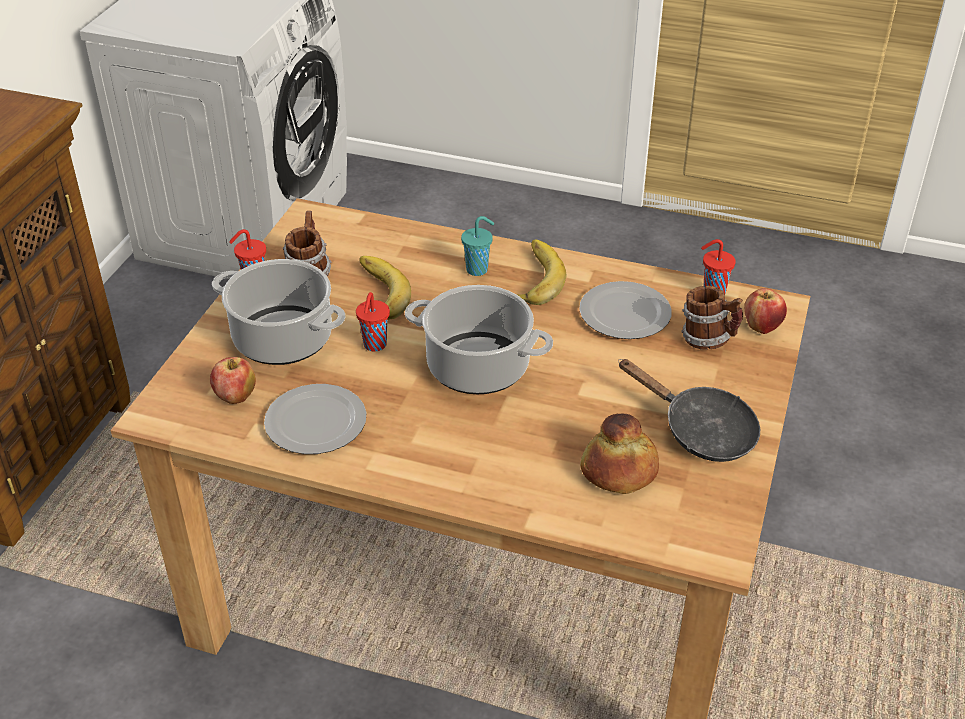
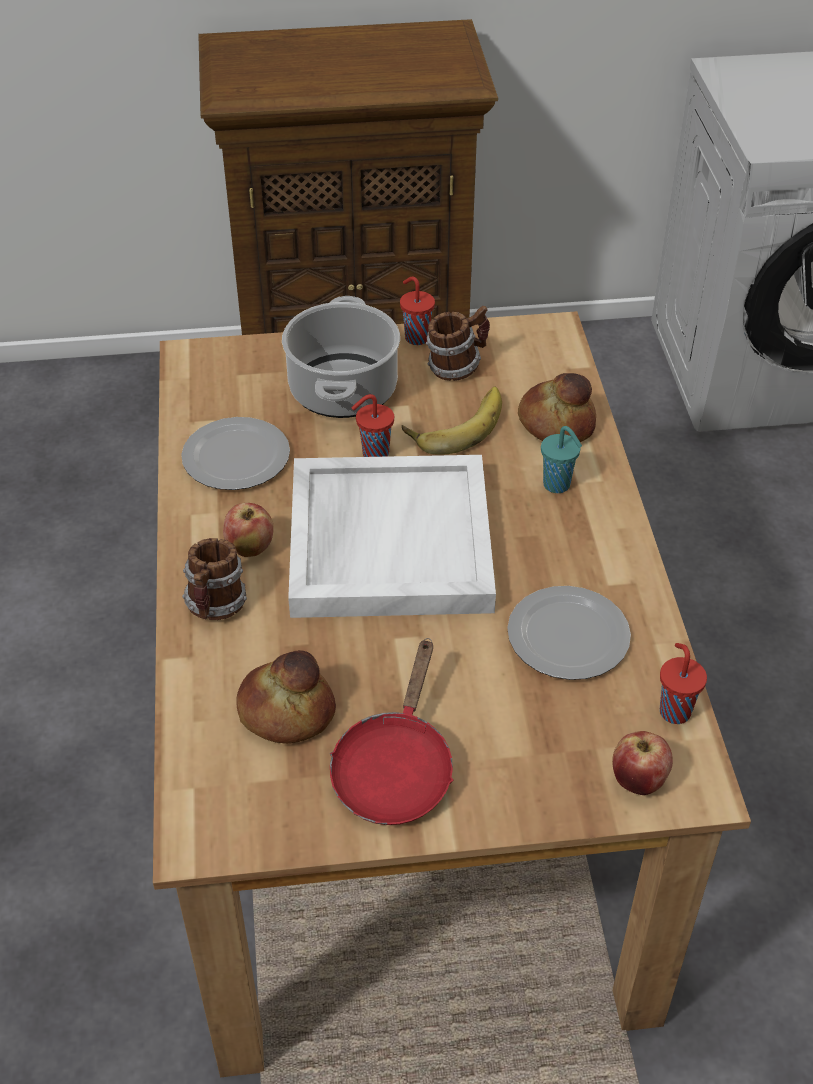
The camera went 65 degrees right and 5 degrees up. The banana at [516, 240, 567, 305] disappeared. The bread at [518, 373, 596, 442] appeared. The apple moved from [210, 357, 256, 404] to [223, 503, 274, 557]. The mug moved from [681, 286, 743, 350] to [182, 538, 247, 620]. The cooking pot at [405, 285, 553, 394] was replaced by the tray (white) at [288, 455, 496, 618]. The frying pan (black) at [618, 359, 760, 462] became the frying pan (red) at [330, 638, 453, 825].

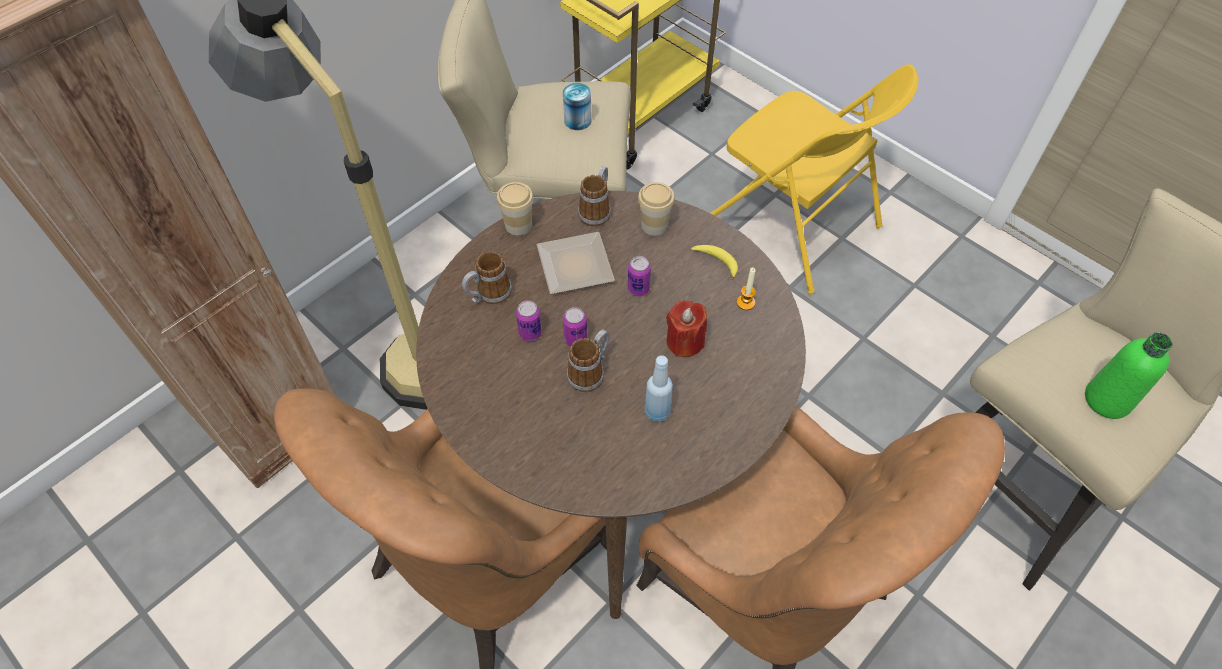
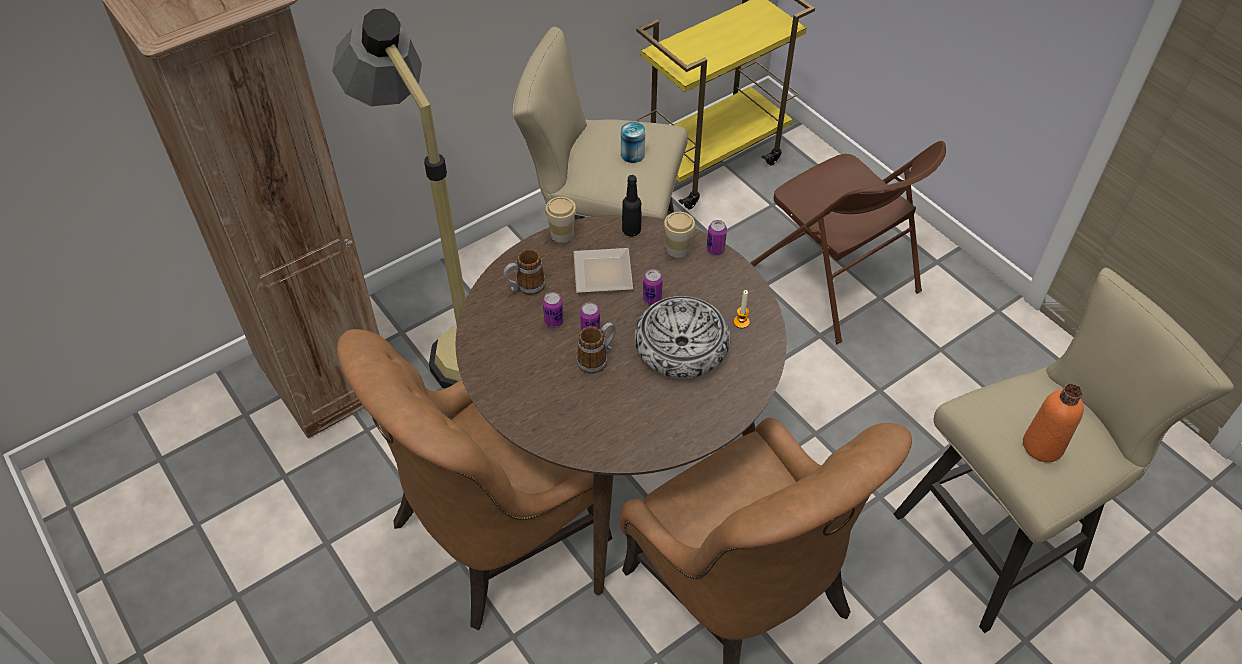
The camera went 10 degrees right and 5 degrees down. The bottle (blue) at [645, 355, 673, 422] disappeared. The banana at [691, 245, 738, 280] disappeared. The can at [707, 220, 727, 255] appeared. The mug at [578, 166, 611, 227] was replaced by the bottle (black) at [622, 175, 641, 236]. The candle (red) at [666, 300, 707, 357] was replaced by the bowl at [634, 296, 731, 379]. The chair (yellow) at [711, 64, 918, 295] became the chair (brown) at [751, 141, 946, 345]. The bottle (green) at [1085, 332, 1172, 419] became the bottle (orange) at [1023, 384, 1084, 462].

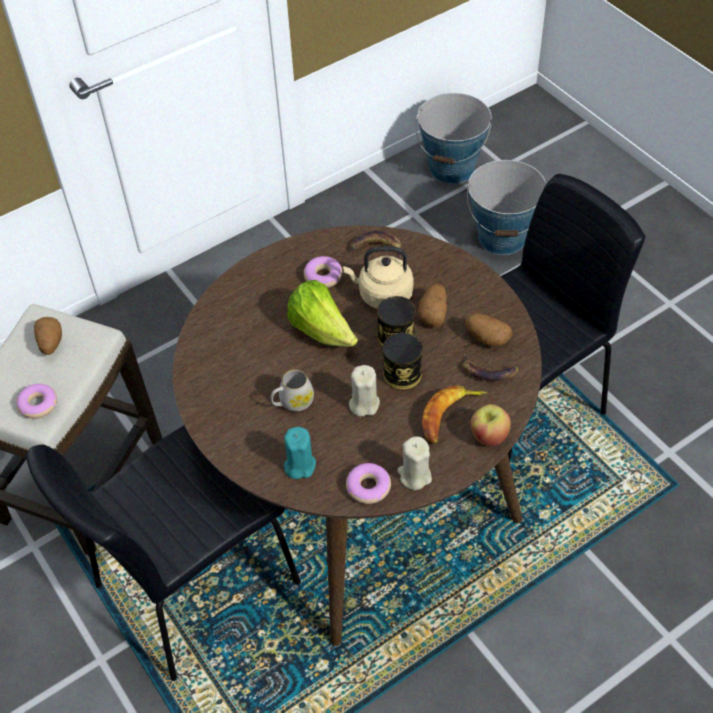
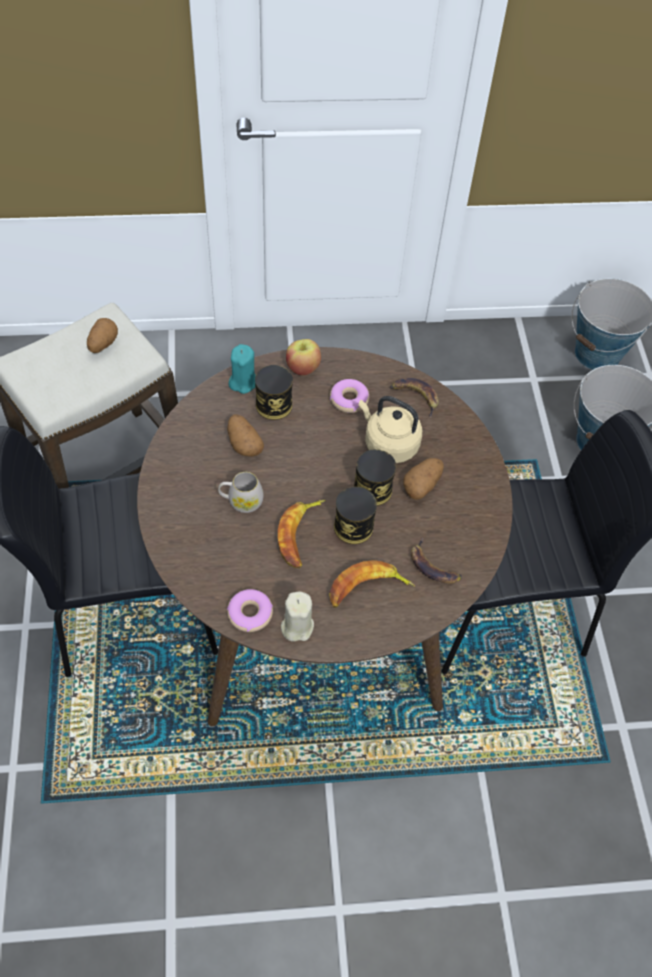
The camera went 25 degrees right and 5 degrees up. The donut at [17, 384, 57, 419] disappeared. The lettuce at [287, 280, 358, 347] disappeared. The can at [255, 365, 293, 420] appeared. The candle (turquoise) moved from [284, 427, 316, 479] to [228, 344, 256, 394]. The potato moved from [465, 313, 512, 347] to [227, 415, 264, 457]. The apple moved from [471, 404, 511, 446] to [286, 339, 321, 376]. The candle (beige) at [349, 365, 380, 416] was replaced by the banana at [278, 500, 326, 568].

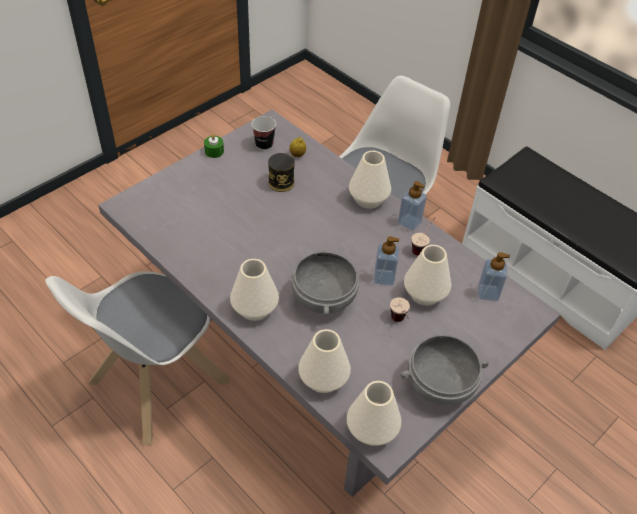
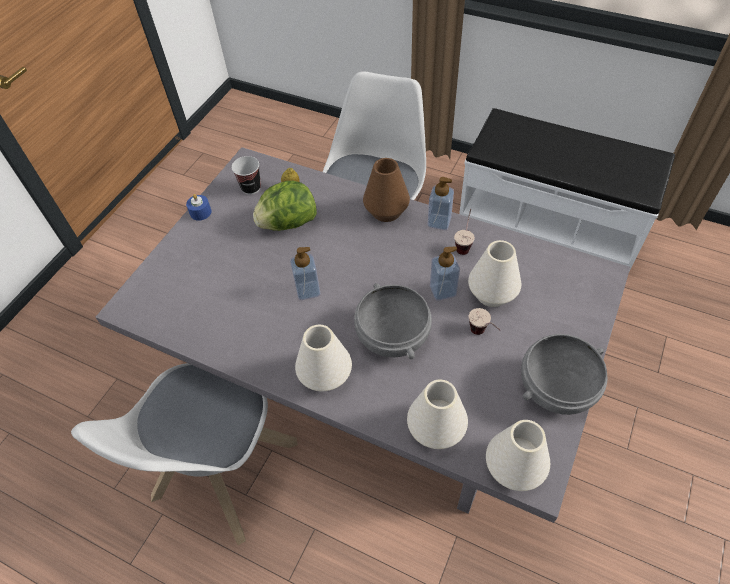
The camera went 15 degrees left and 5 degrees up. The soap dispenser moved from [478, 252, 510, 301] to [290, 247, 320, 300]. The can at [268, 153, 295, 192] was replaced by the lettuce at [253, 181, 317, 231]. The candle (green) at [204, 134, 224, 158] became the candle (blue) at [186, 194, 212, 221]. The vase (white) at [349, 151, 391, 209] became the vase (brown) at [363, 158, 410, 222].

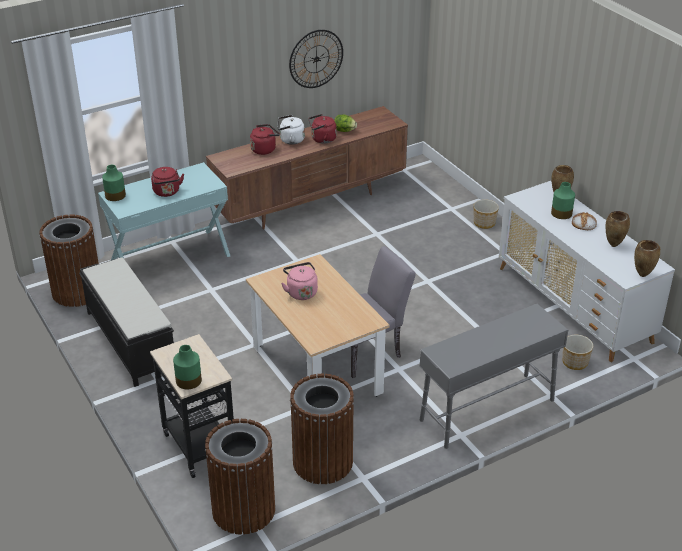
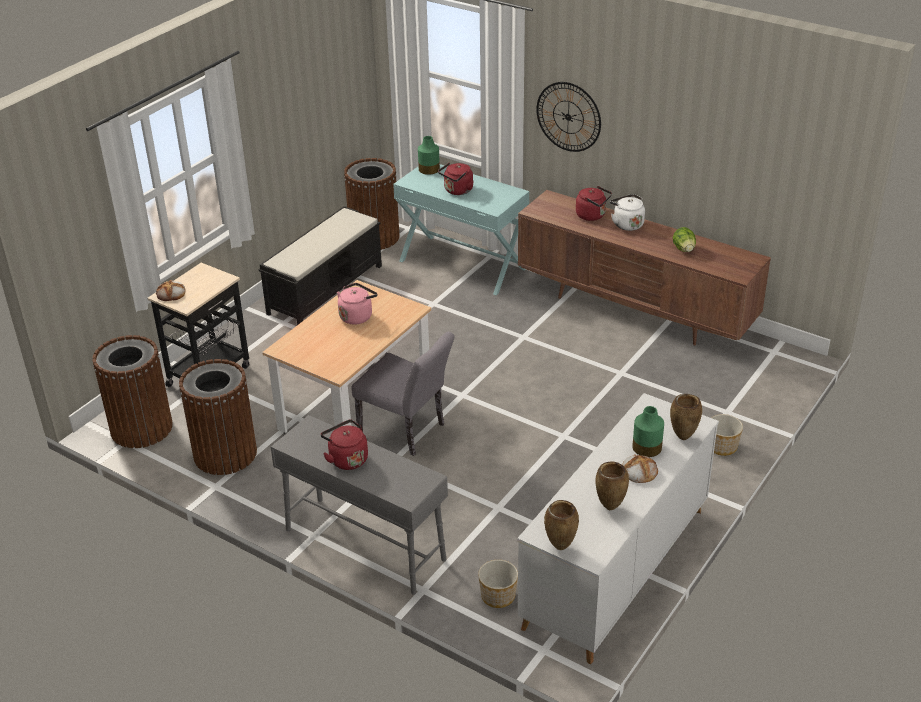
The camera went 65 degrees right and 0 degrees up. The wall clock moved from [289, 30, 343, 88] to [536, 82, 601, 152]. The kettle (red) moved from [308, 114, 337, 144] to [321, 419, 368, 470]. The vase (green) at [173, 345, 202, 389] was replaced by the bread at [156, 280, 185, 301].

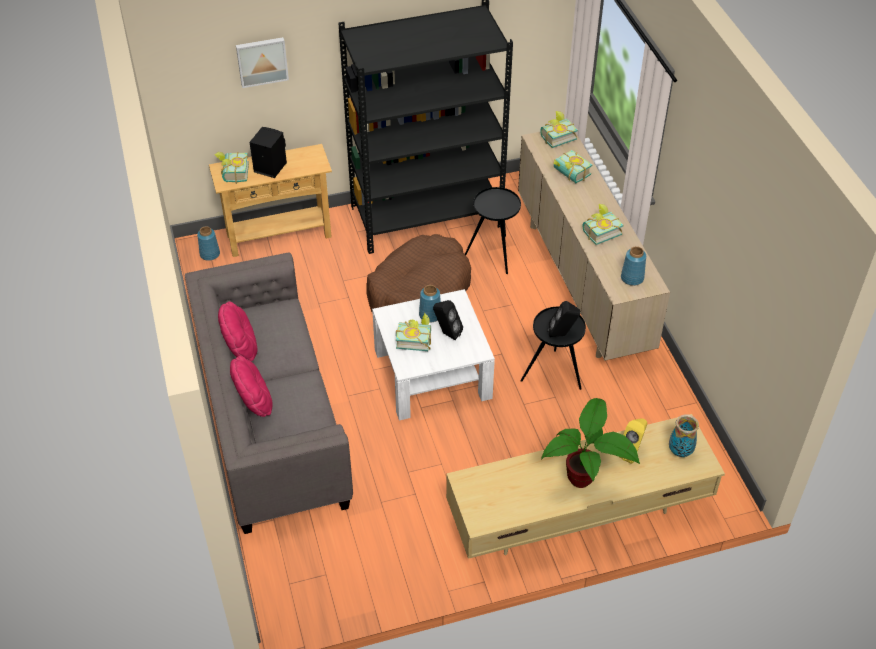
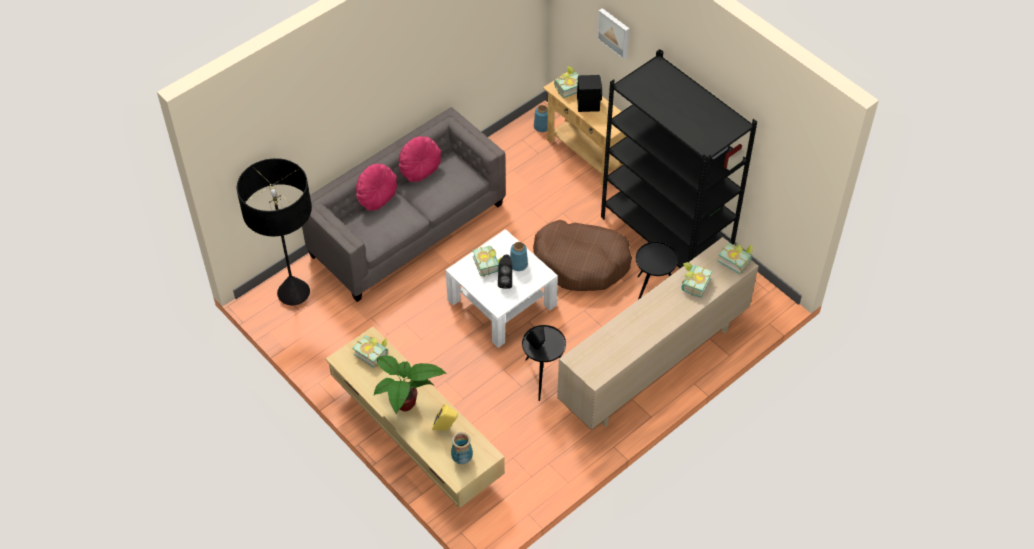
The camera went 65 degrees right and 5 degrees up. The vase (blue) at [621, 246, 646, 286] disappeared. The floor lamp (black) at [237, 158, 312, 305] appeared. The book moved from [583, 204, 624, 245] to [353, 335, 388, 368].

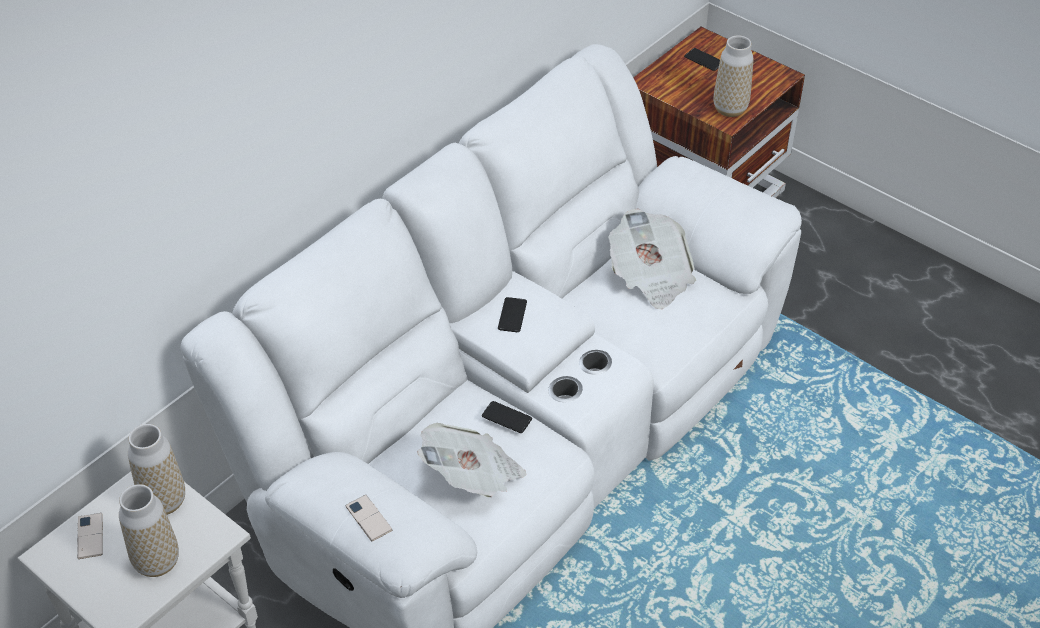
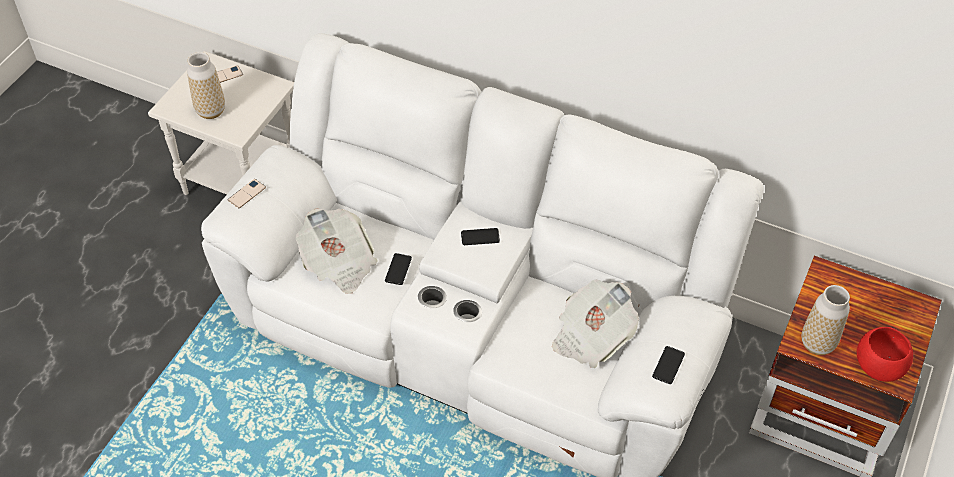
The camera went 75 degrees right and 5 degrees up. The vase at [128, 424, 185, 515] disappeared. The bowl (red) at [857, 327, 913, 382] appeared. The phone moved from [684, 48, 720, 71] to [652, 346, 685, 384].

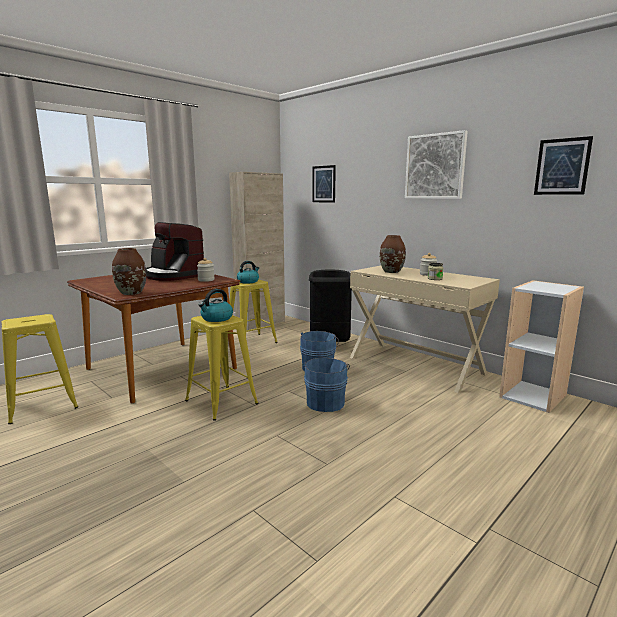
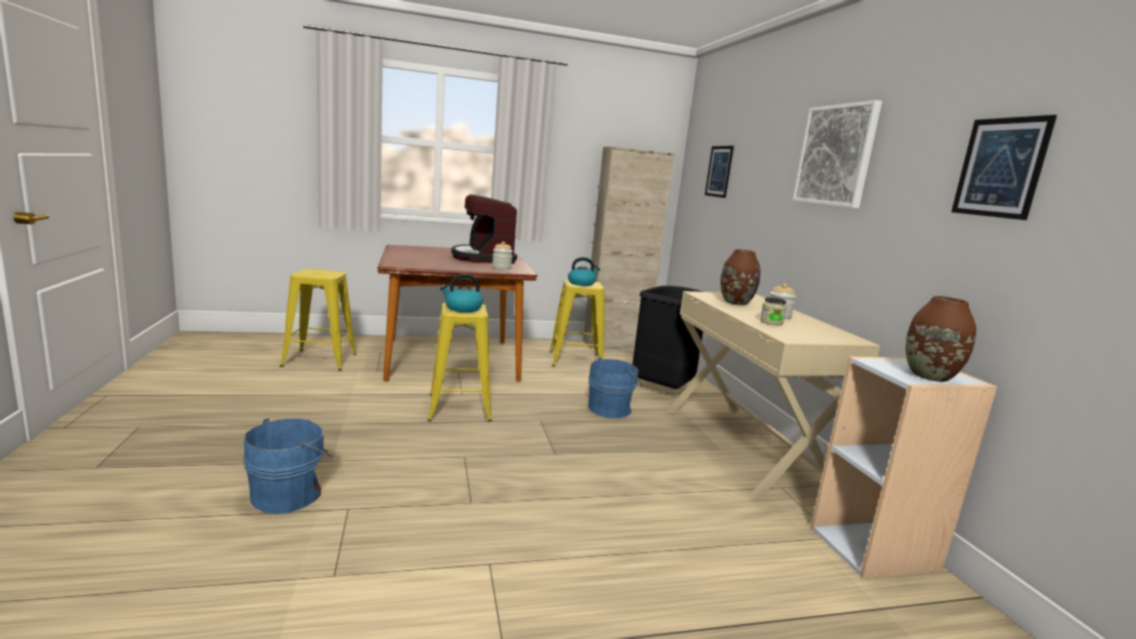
The camera went 30 degrees right and 0 degrees up. The vase (brown) moved from [112, 248, 146, 295] to [906, 296, 976, 382]. The bucket (blue) moved from [302, 358, 350, 412] to [243, 418, 332, 514].

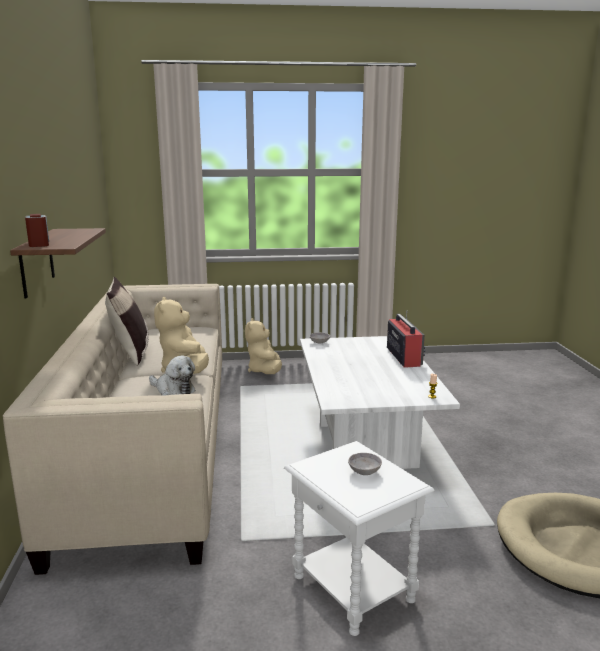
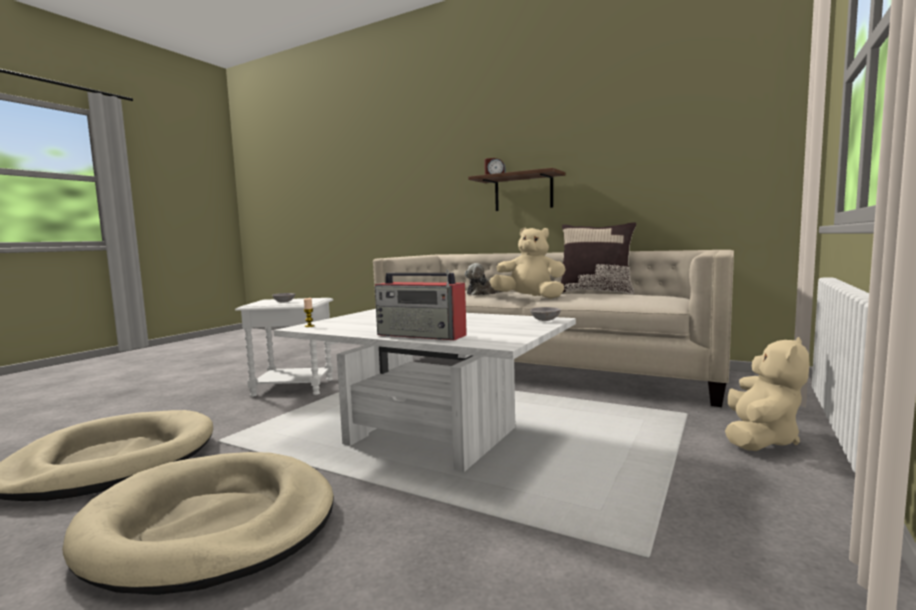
The camera went 125 degrees right and 10 degrees down. The dog bed (beige) at [62, 452, 334, 595] appeared. The plush toy (beige) at [245, 318, 282, 374] turned 90 degrees clockwise.

